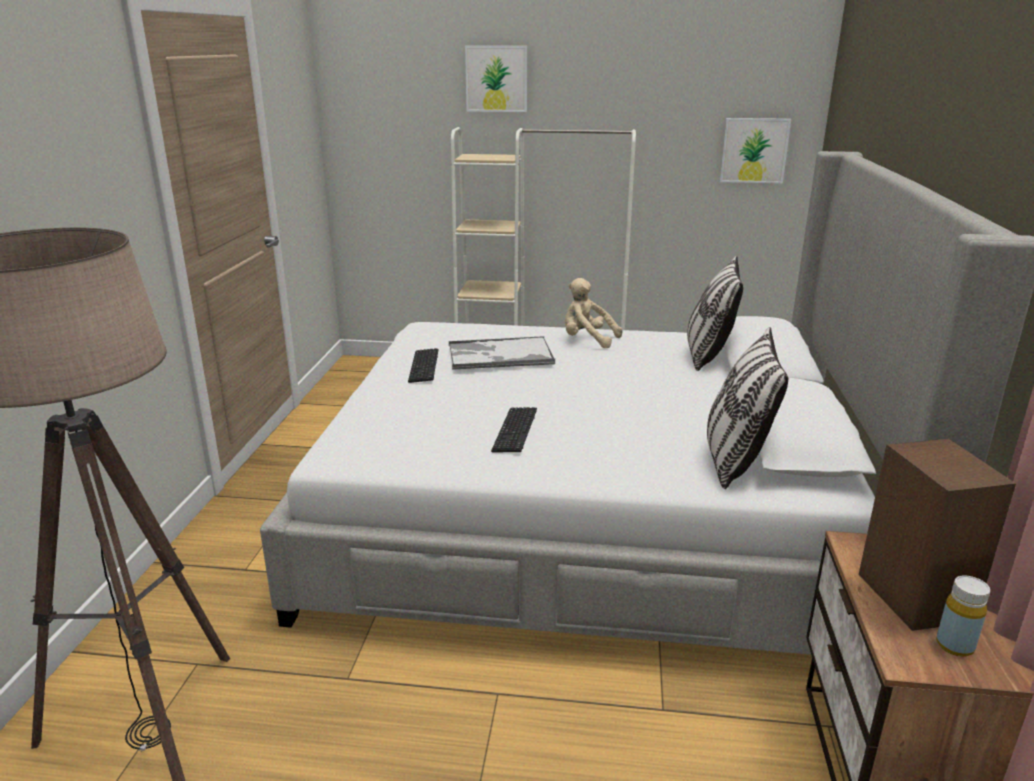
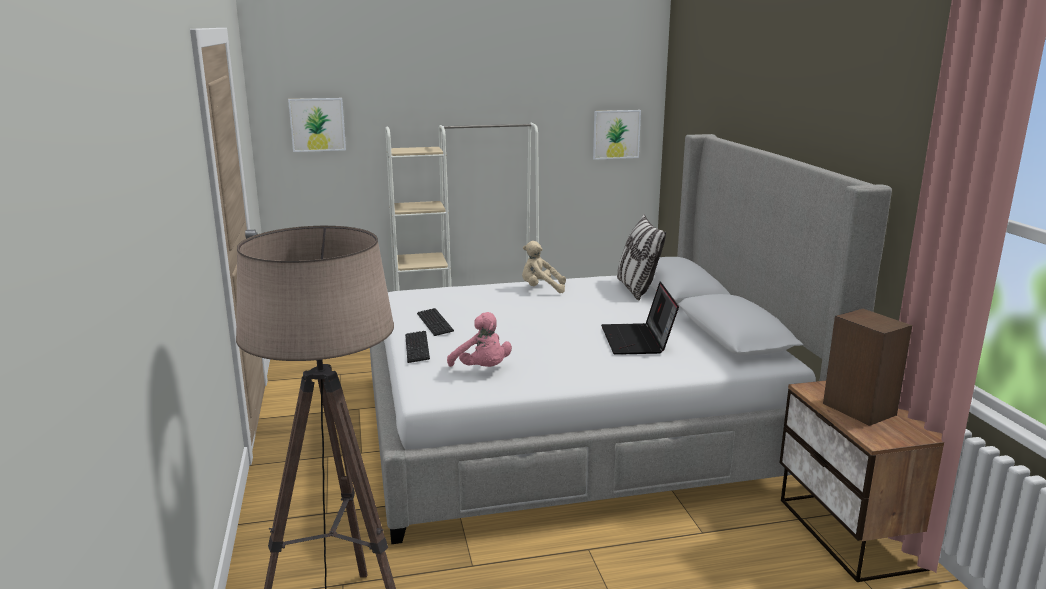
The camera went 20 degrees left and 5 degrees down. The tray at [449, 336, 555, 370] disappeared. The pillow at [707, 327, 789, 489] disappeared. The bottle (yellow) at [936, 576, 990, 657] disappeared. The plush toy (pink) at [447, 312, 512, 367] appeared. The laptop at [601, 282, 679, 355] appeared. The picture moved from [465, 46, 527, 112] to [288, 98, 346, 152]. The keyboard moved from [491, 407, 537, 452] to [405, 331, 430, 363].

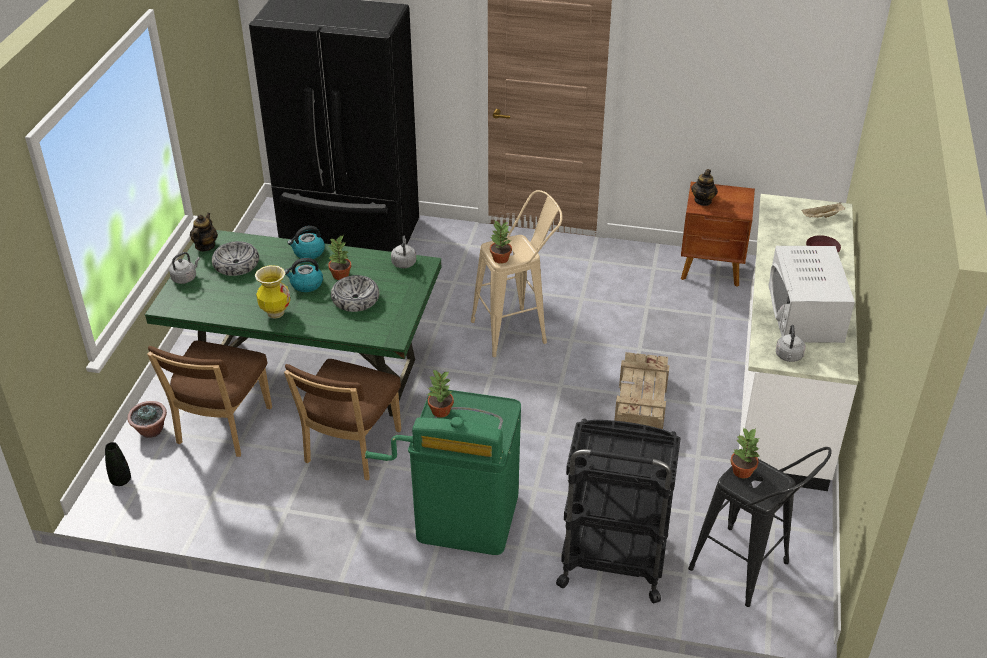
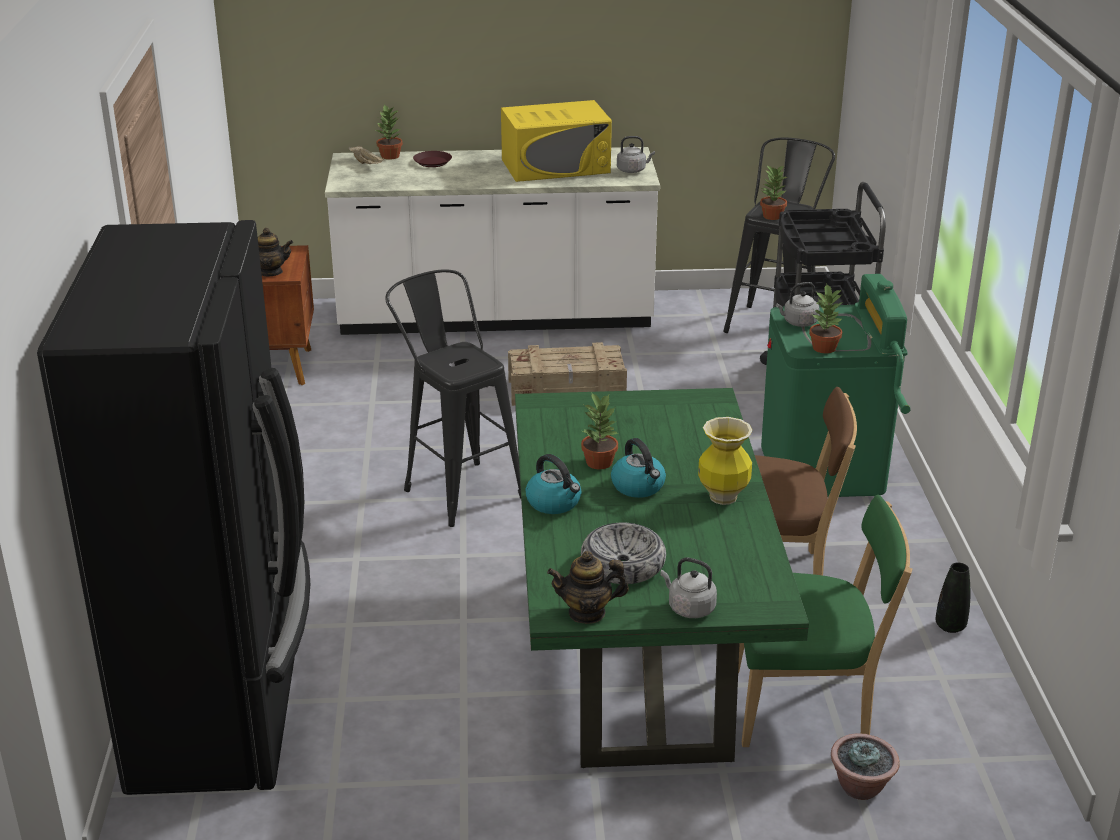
The camera went 105 degrees left and 10 degrees down. The bowl at [331, 275, 379, 312] disappeared. The vase (black) moved from [105, 442, 131, 486] to [935, 562, 970, 633]. The kettle (grey) moved from [391, 236, 416, 268] to [776, 282, 819, 327]. The potted plant moved from [490, 221, 512, 264] to [376, 104, 403, 160]. The chair (brown) at [147, 340, 272, 457] became the chair (green) at [738, 495, 913, 747]. The stool (beige) at [471, 190, 562, 357] became the stool (black) at [385, 269, 521, 527]. The microwave (white) at [768, 246, 855, 343] became the microwave (yellow) at [501, 100, 612, 182].

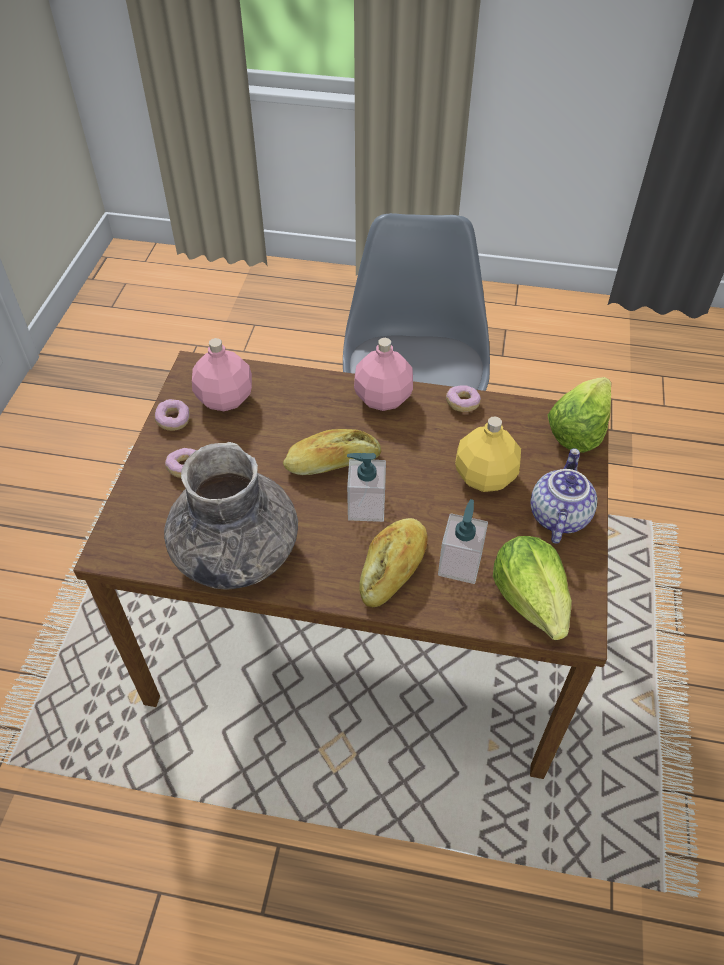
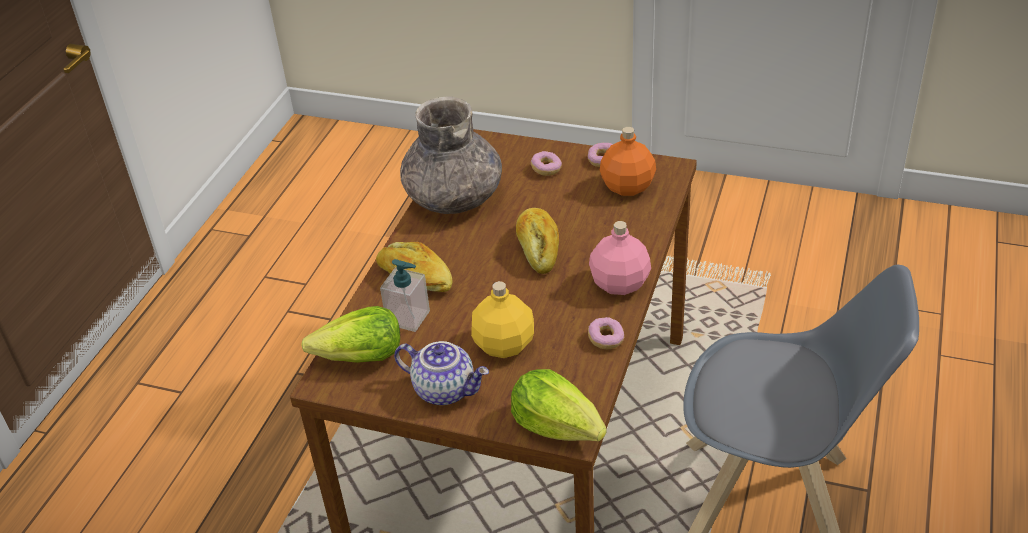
The camera went 100 degrees right and 10 degrees down. The soap dispenser at [347, 453, 386, 522] disappeared. The bottle (pink) at [192, 338, 252, 411] became the bottle (orange) at [600, 127, 656, 196].

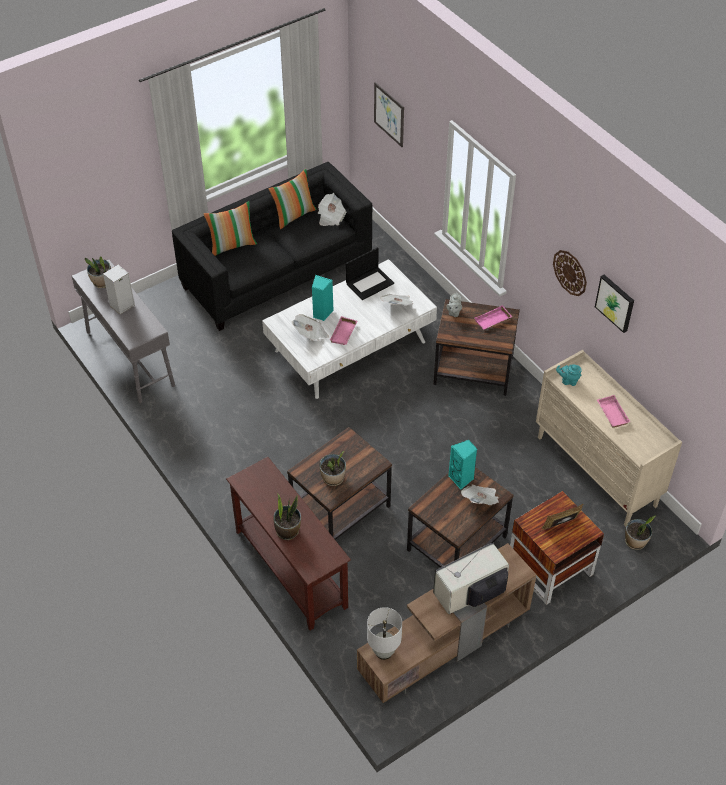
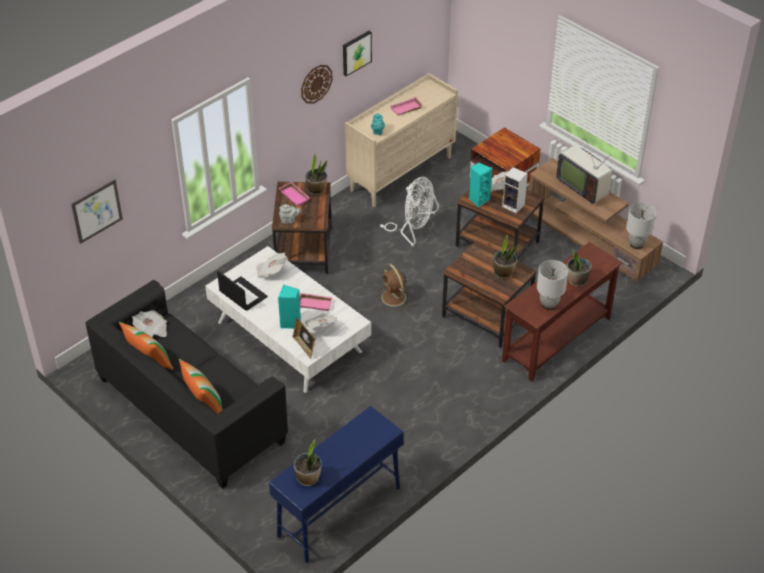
The camera went 100 degrees left and 5 degrees down. The fan (brown) at [376, 264, 413, 311] appeared. The fan (white) at [380, 177, 439, 247] appeared. The table lamp (white) at [537, 260, 568, 310] appeared. The speaker moved from [103, 265, 135, 315] to [502, 167, 528, 214]. The picture frame moved from [542, 504, 583, 530] to [293, 318, 315, 359]. The potted plant moved from [625, 516, 655, 550] to [306, 153, 327, 196]. The console table (grey) at [72, 259, 175, 403] became the console table (blue) at [269, 406, 404, 563].

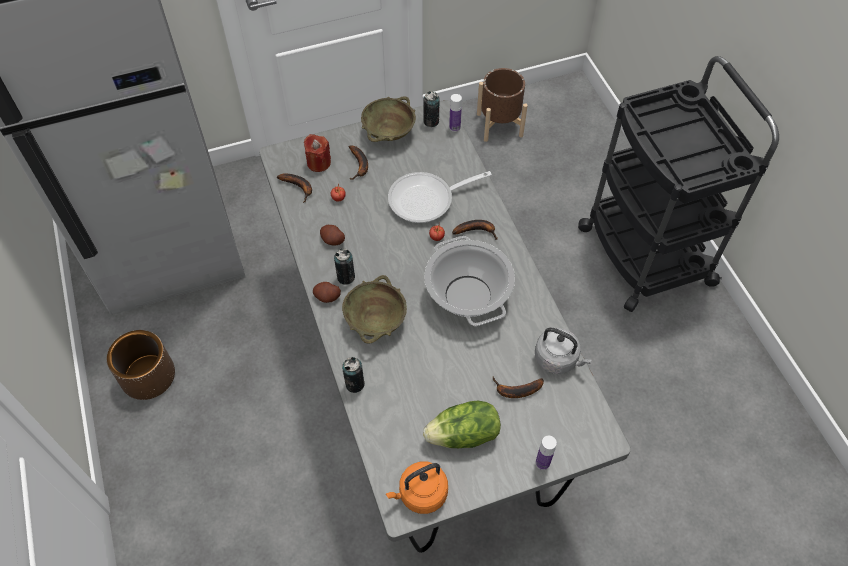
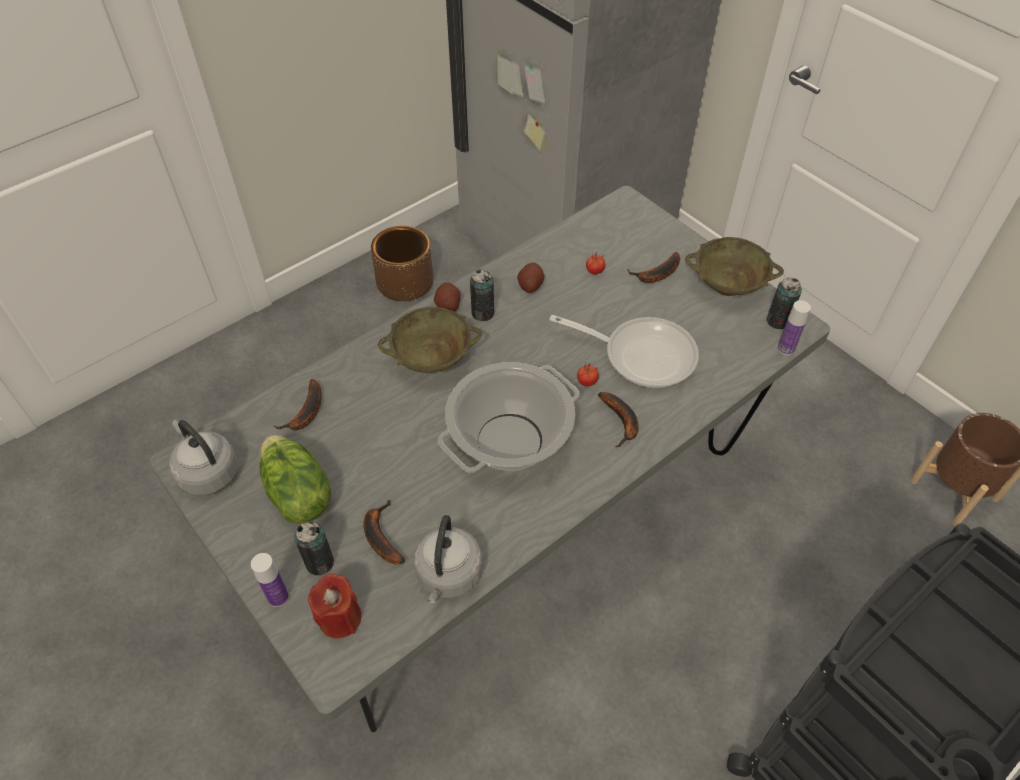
The camera went 70 degrees right and 5 degrees down. The banana moved from [277, 173, 312, 203] to [273, 379, 322, 430]. The candle (red) moved from [304, 134, 331, 172] to [308, 574, 362, 639]. The can moved from [342, 357, 365, 393] to [295, 521, 334, 576]. The kettle (orange) at [386, 461, 448, 514] became the kettle (grey) at [169, 420, 238, 495]. The frying pan at [388, 171, 492, 223] turned 150 degrees clockwise.

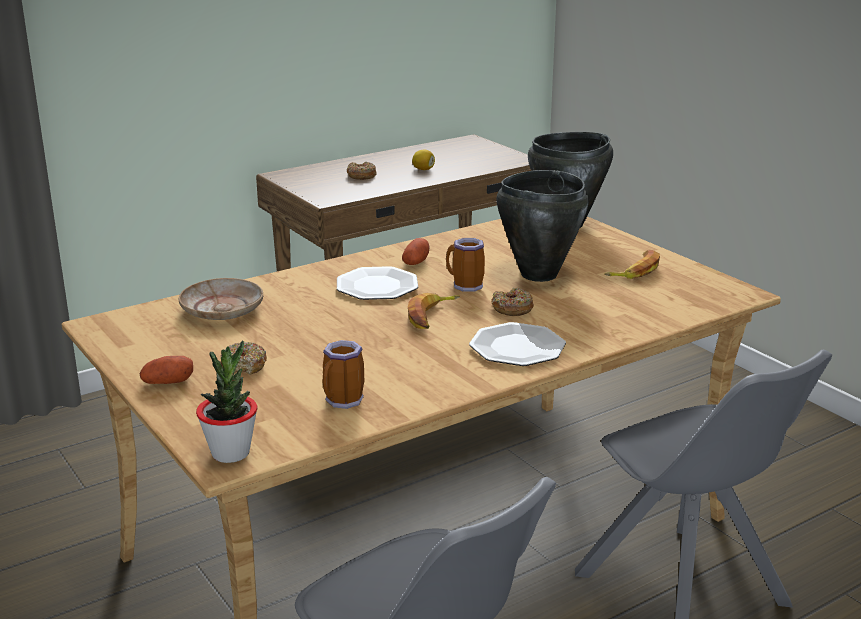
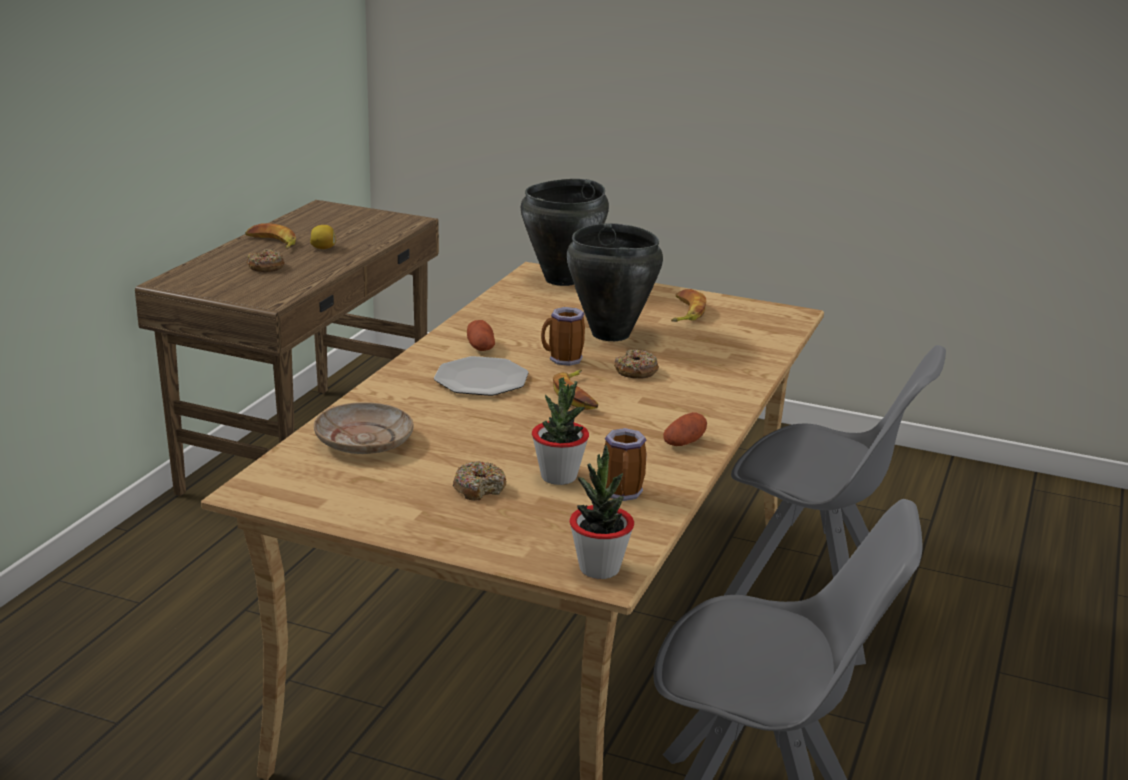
The camera went 35 degrees left and 0 degrees up. The plate at [469, 322, 566, 366] disappeared. The banana at [245, 223, 296, 249] appeared. The potted plant at [532, 377, 589, 485] appeared. The potato moved from [140, 356, 193, 384] to [663, 412, 707, 446].

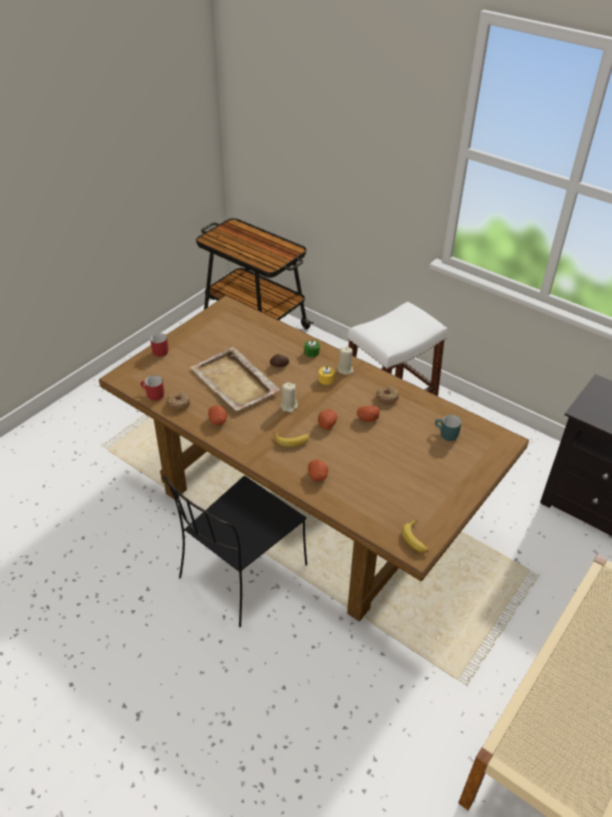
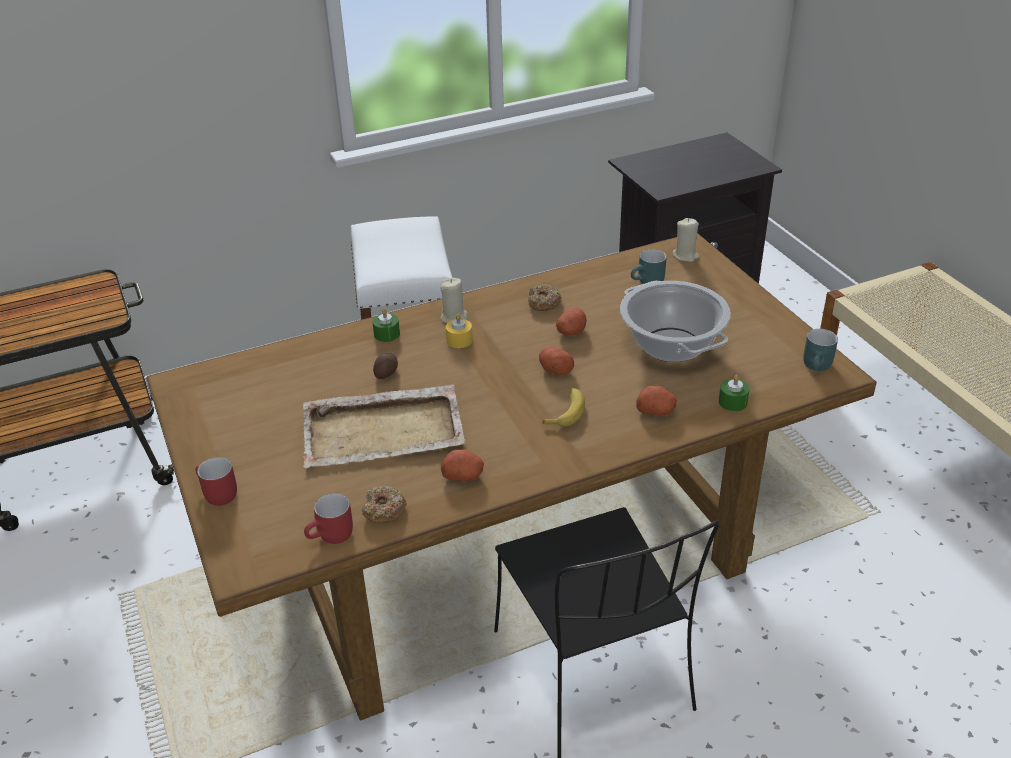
The camera went 60 degrees left and 5 degrees down. The cooking pot at [620, 281, 731, 362] appeared. The candle (green) at [719, 375, 750, 411] appeared. The candle (beige) moved from [280, 382, 298, 413] to [672, 218, 700, 262]. The banana at [402, 519, 429, 552] was replaced by the mug (turquoise) at [803, 329, 838, 371].

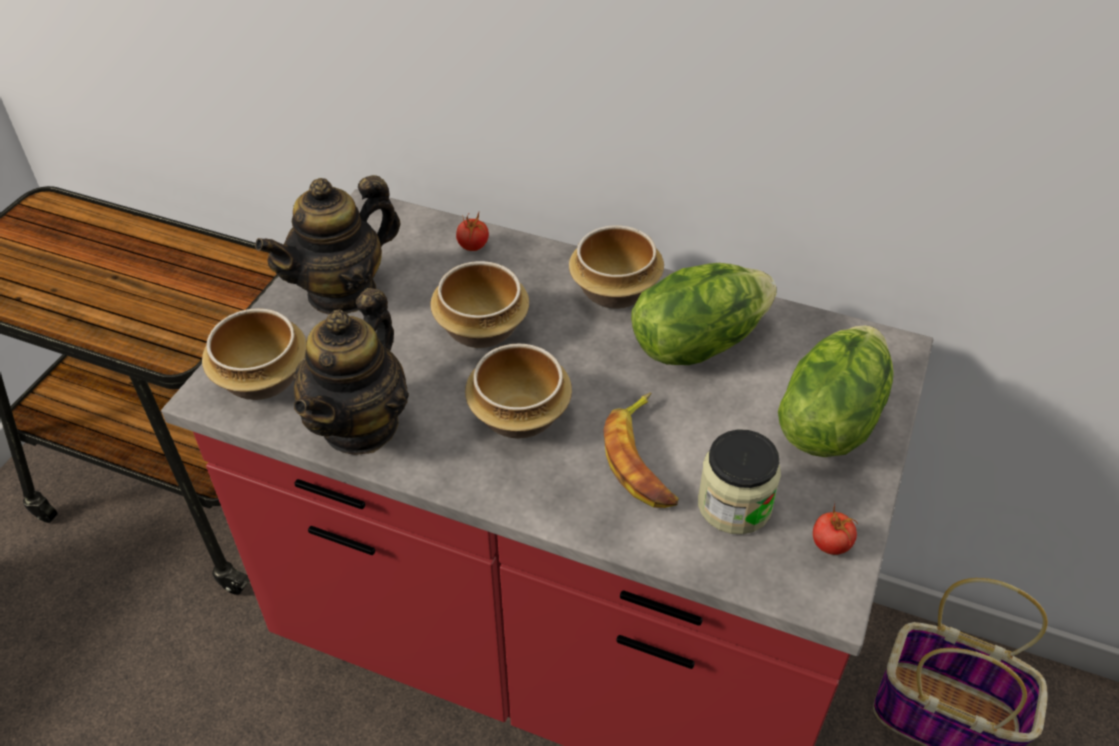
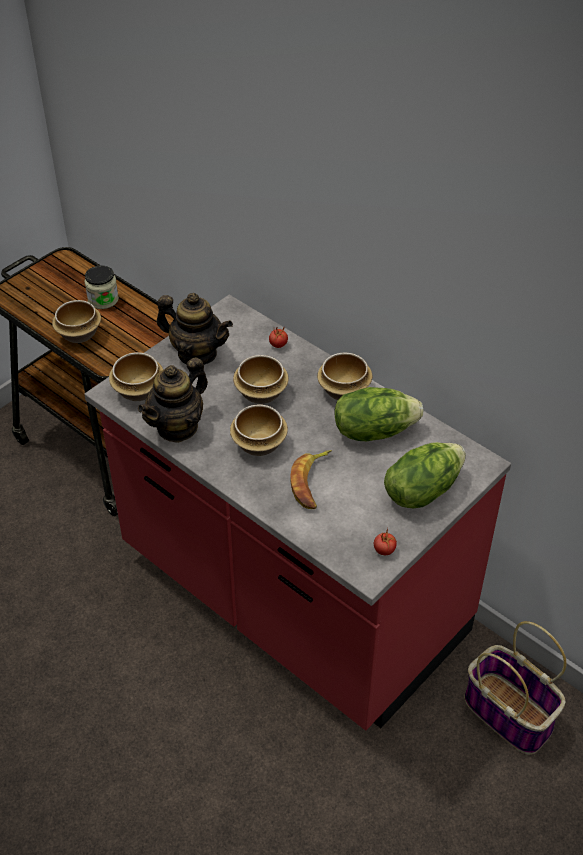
The camera went 20 degrees right and 0 degrees up. The bowl at [52, 300, 101, 343] appeared. The jar moved from [698, 429, 781, 534] to [85, 265, 119, 309]. The teapot at [255, 175, 400, 315] turned 135 degrees counterclockwise.

